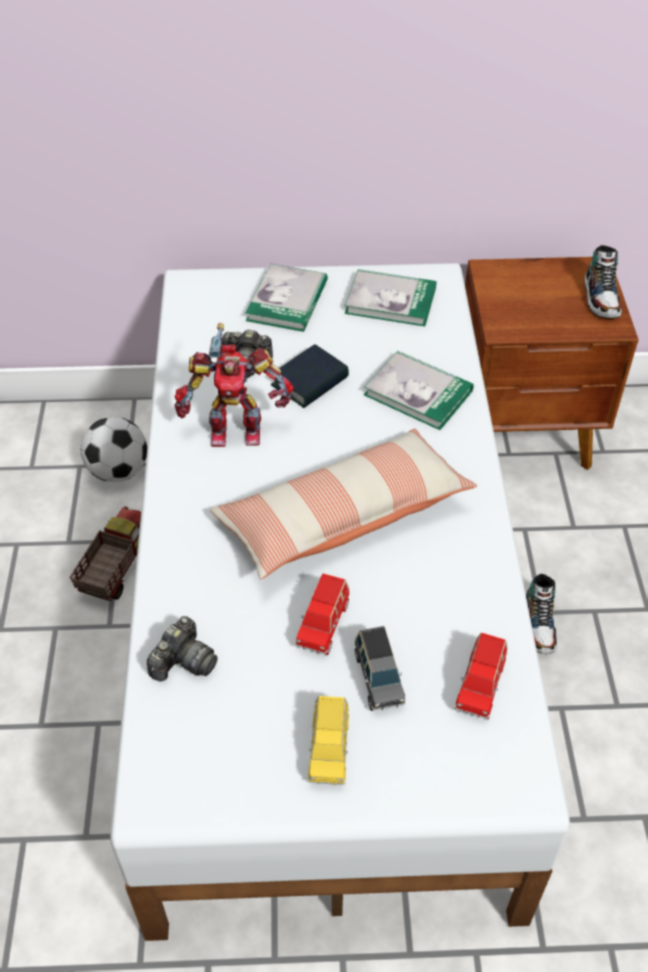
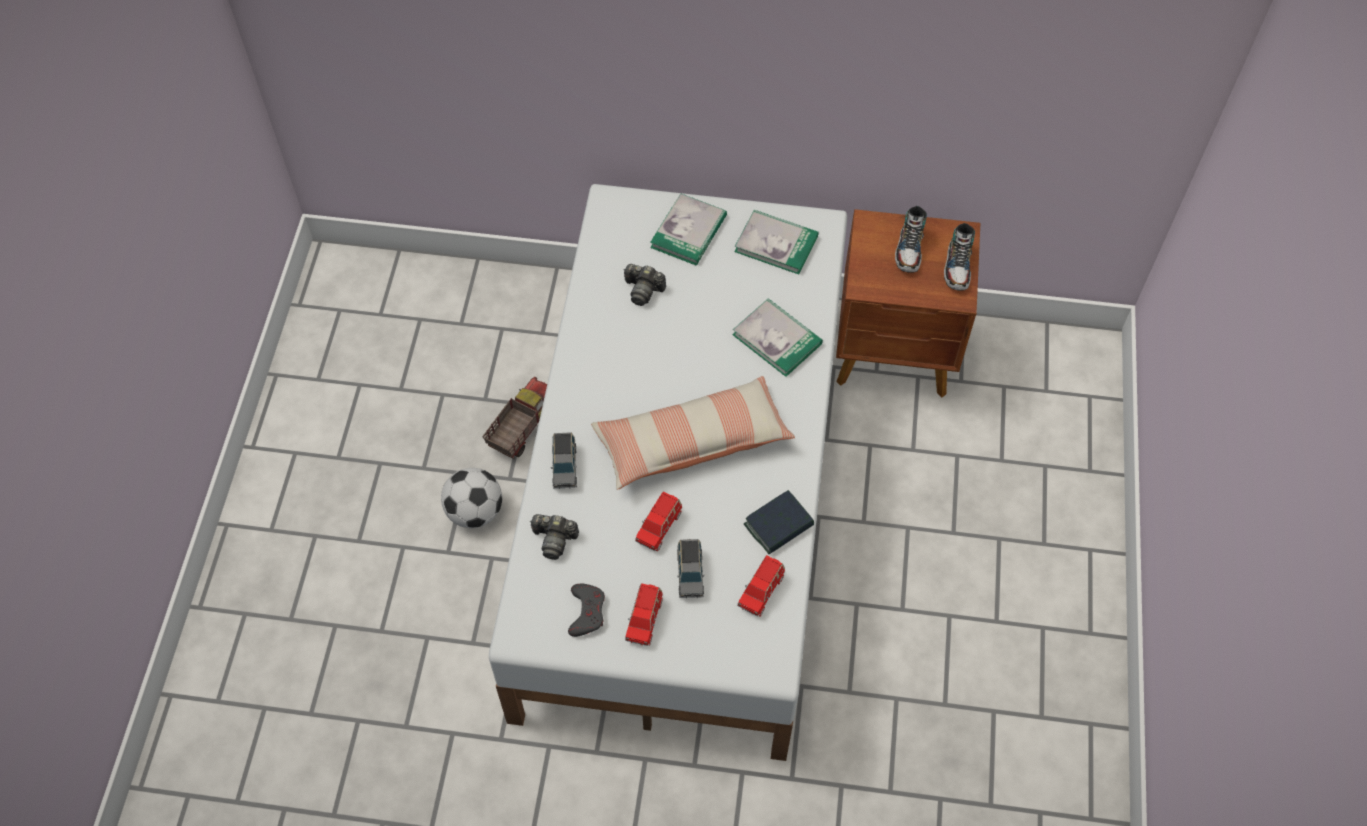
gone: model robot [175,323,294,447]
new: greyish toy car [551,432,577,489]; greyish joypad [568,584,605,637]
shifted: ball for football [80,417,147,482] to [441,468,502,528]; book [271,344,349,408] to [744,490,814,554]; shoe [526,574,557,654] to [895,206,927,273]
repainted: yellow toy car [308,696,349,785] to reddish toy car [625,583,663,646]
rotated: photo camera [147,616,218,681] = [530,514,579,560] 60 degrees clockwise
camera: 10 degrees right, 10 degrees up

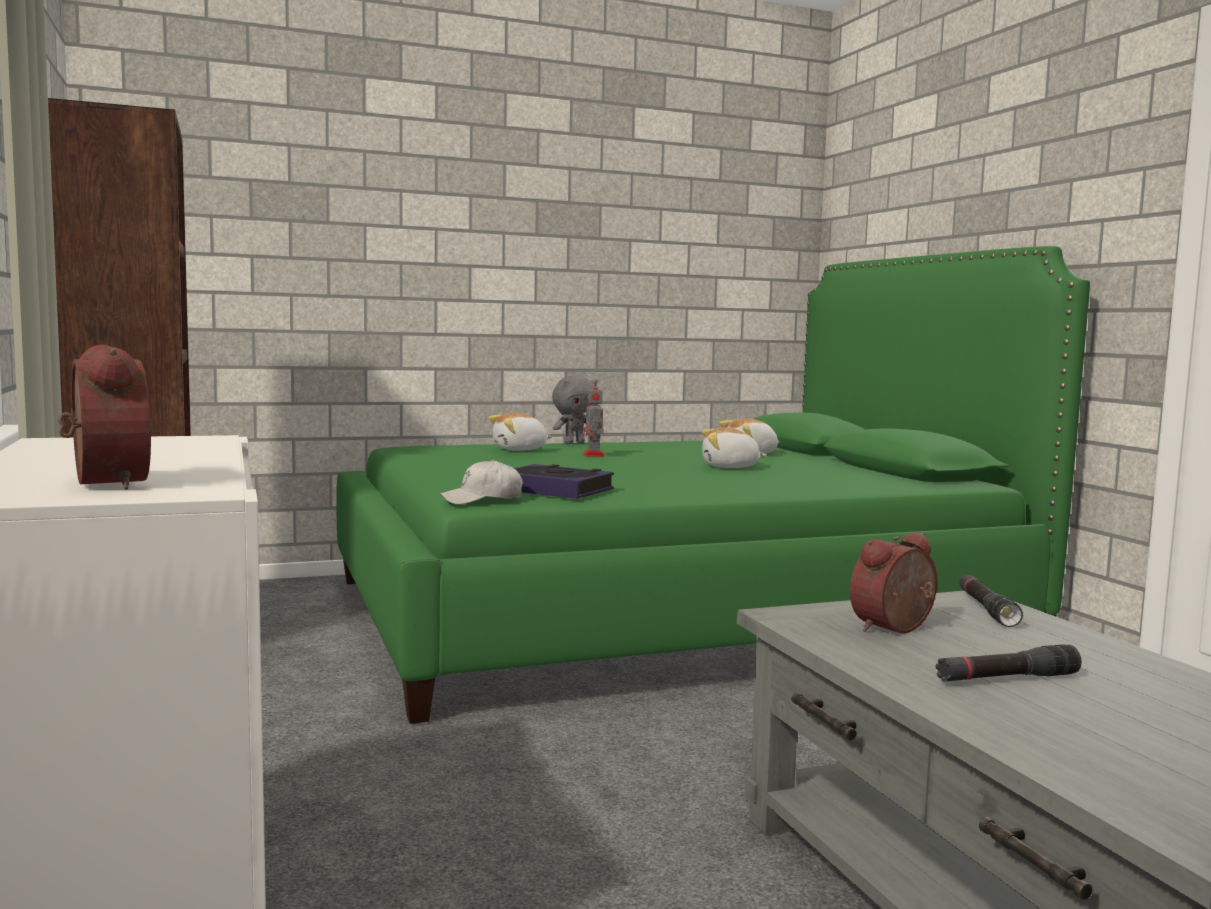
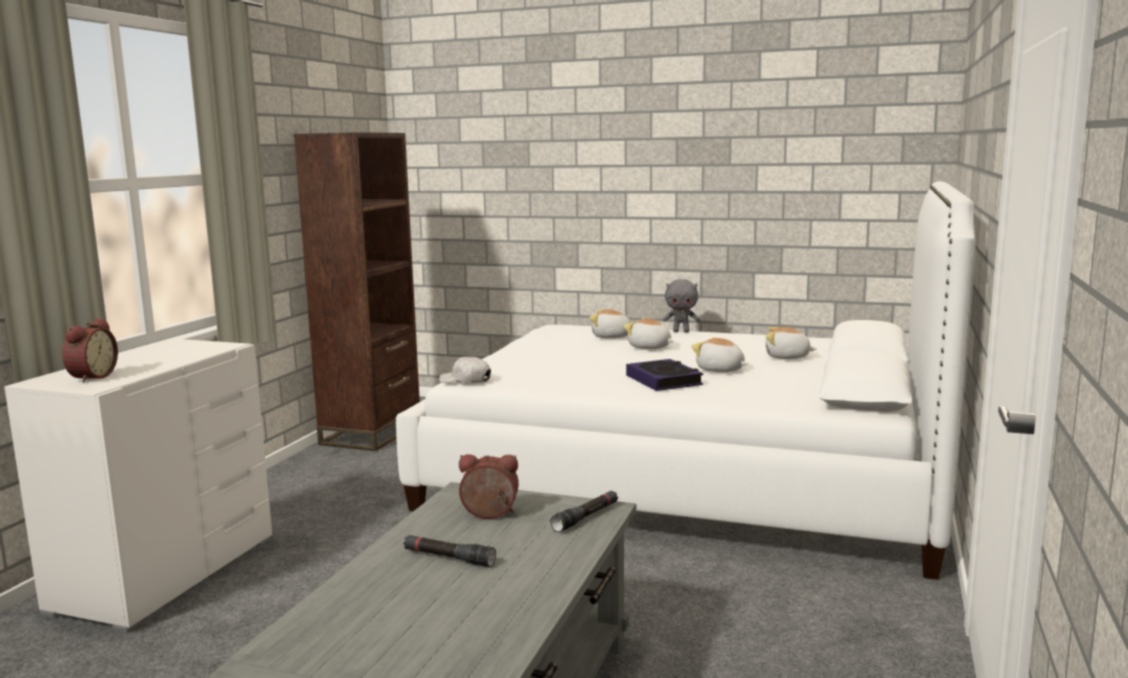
shifted: book [514,464,614,499] to [626,359,703,391]
swapped: model robot [583,380,605,457] to cuddly toy [624,318,674,349]
repainted: greenish bedroom bed [337,246,1090,724] to white bedroom bed [396,181,976,580]
camera: 40 degrees right, 5 degrees up

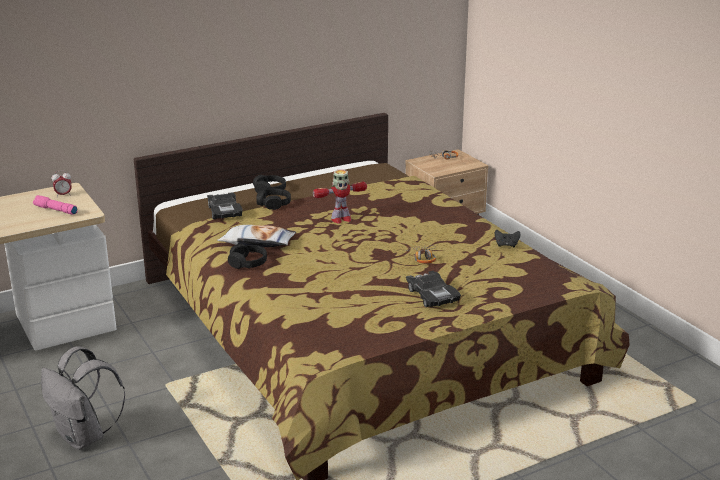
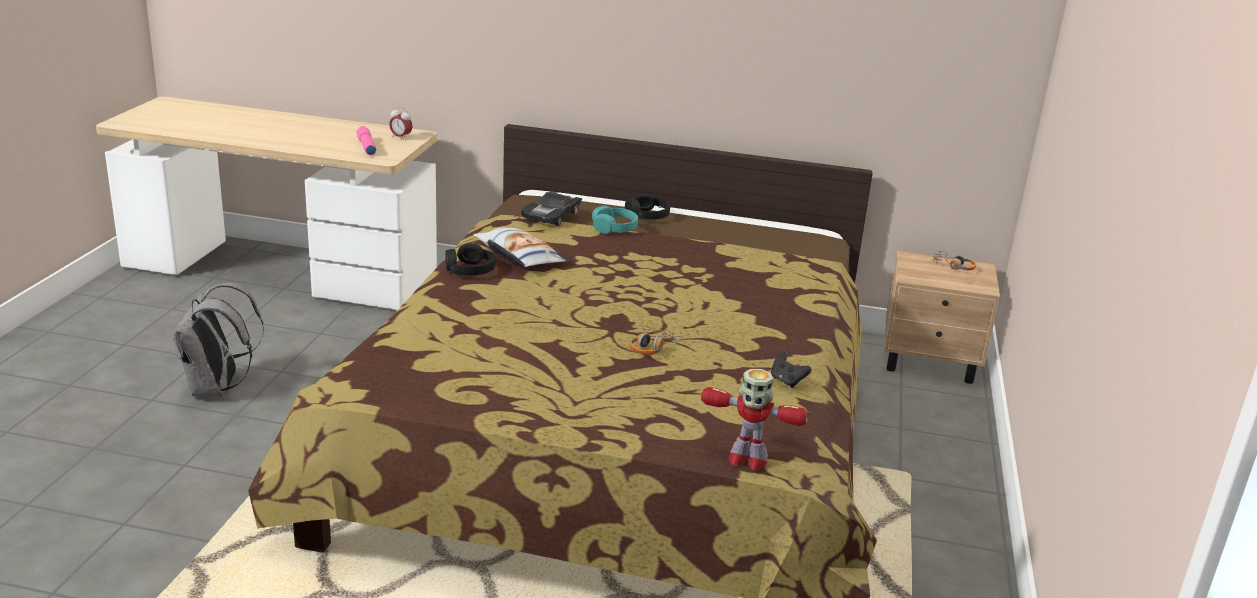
gone: black-coloured toy car [406,271,461,307]
shifted: model robot [313,170,367,224] to [701,369,808,470]
repainted: black-coloured headphones [256,189,291,210] to turquoise-coloured headphones [592,205,638,234]
camera: 40 degrees right, 0 degrees up

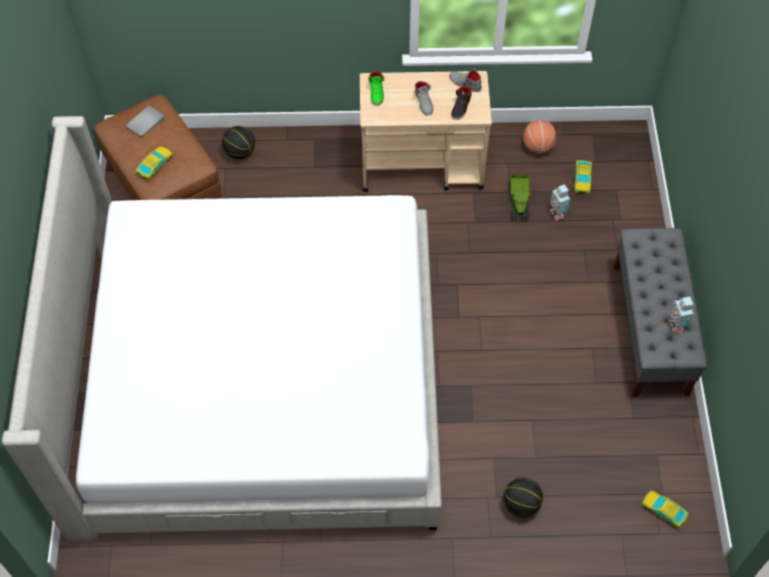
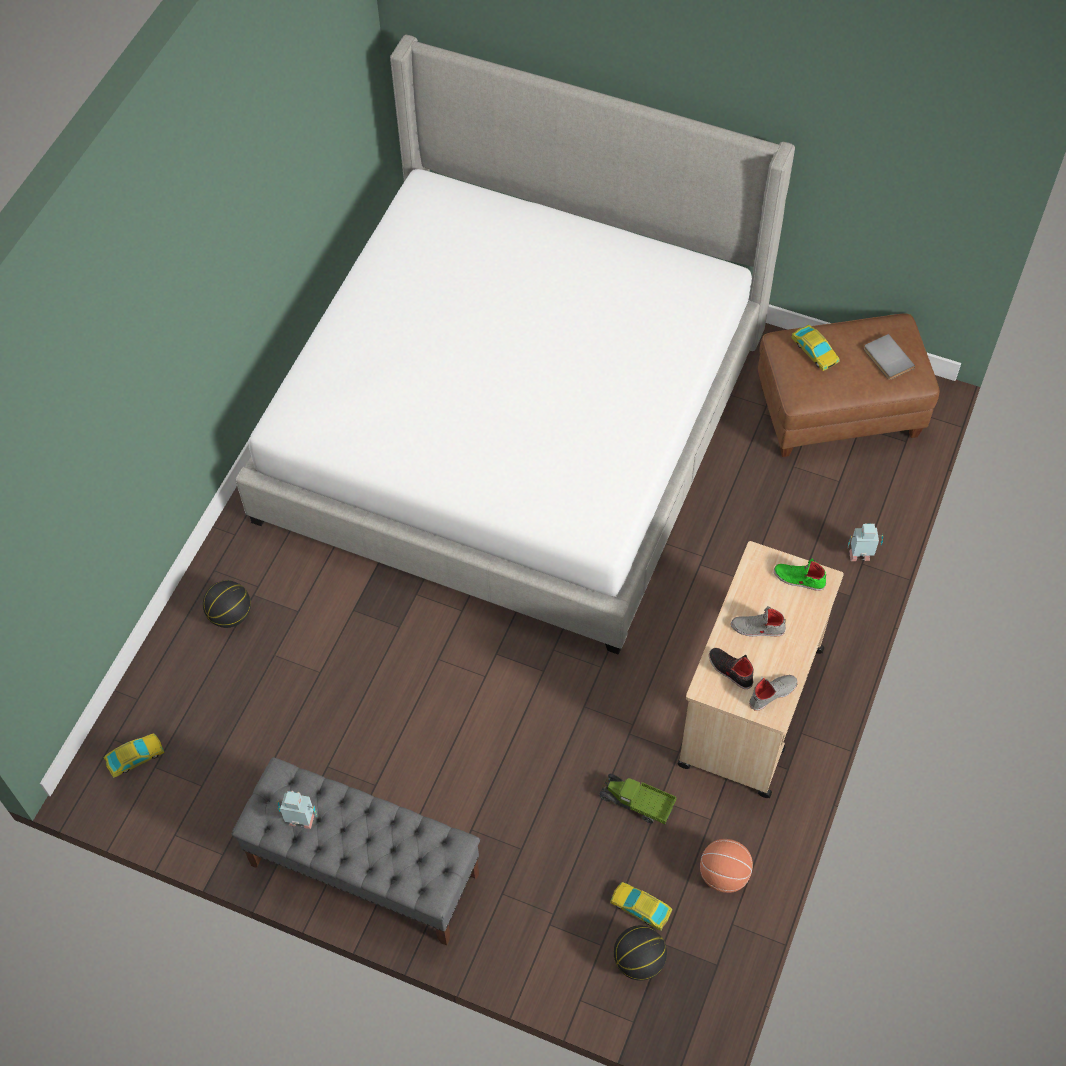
shifted: ball for basketball [222,126,255,159] to [614,925,667,981]; model robot [549,184,570,221] to [848,523,883,561]
camera: 115 degrees right, 0 degrees up

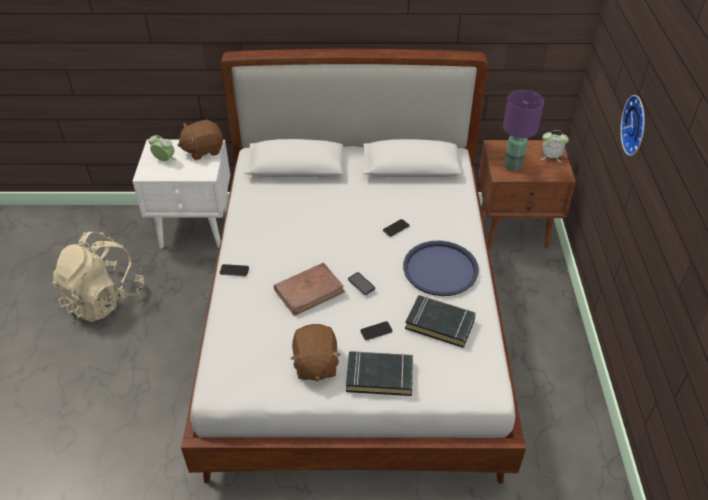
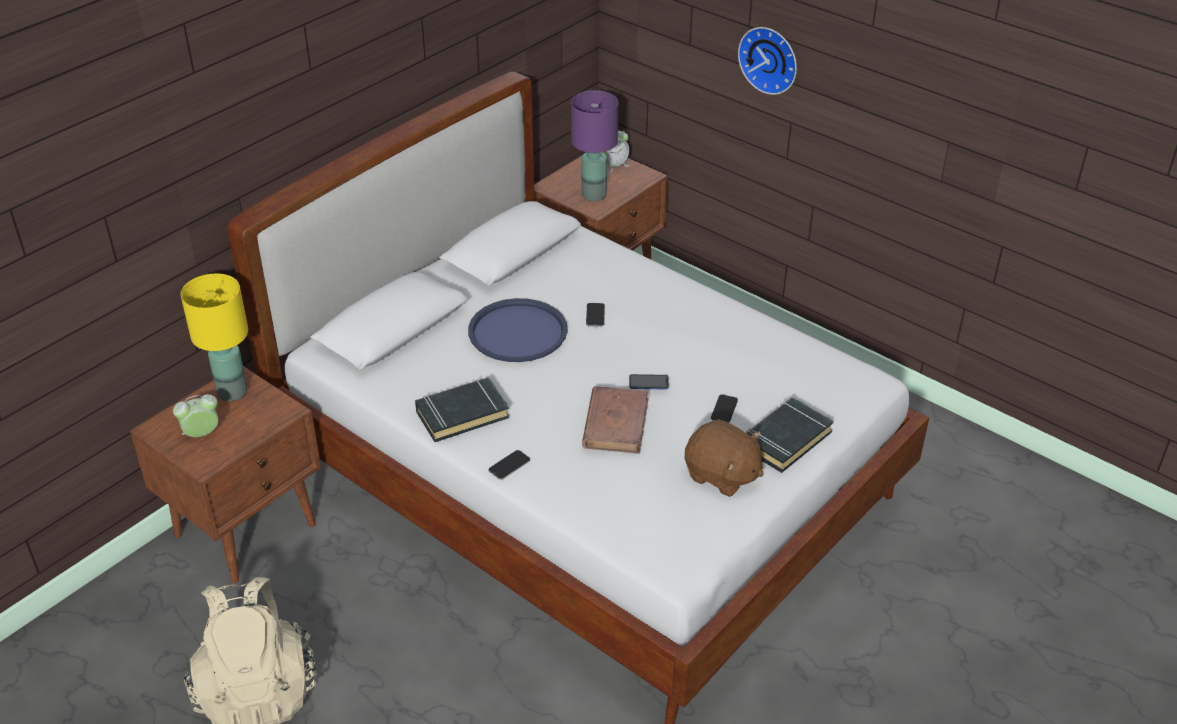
shifted: blue-coloured serving tray [403,241,479,296] to [468,298,568,362]; black-coloured book [405,295,476,348] to [415,377,510,442]
swapped: brownish cuddly toy [177,120,223,160] to yellow tabletop lamp [181,274,248,401]
repainted: white night table [132,140,230,248] to brownish night table [130,366,321,583]
camera: 50 degrees left, 5 degrees down

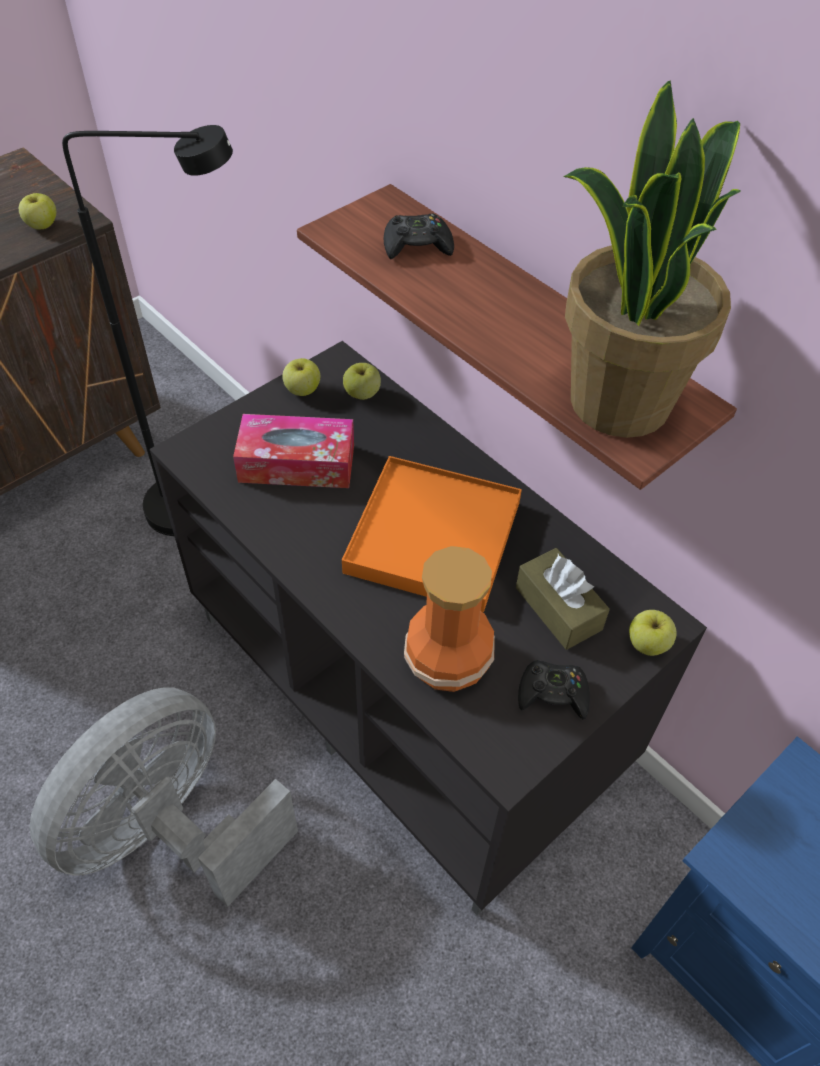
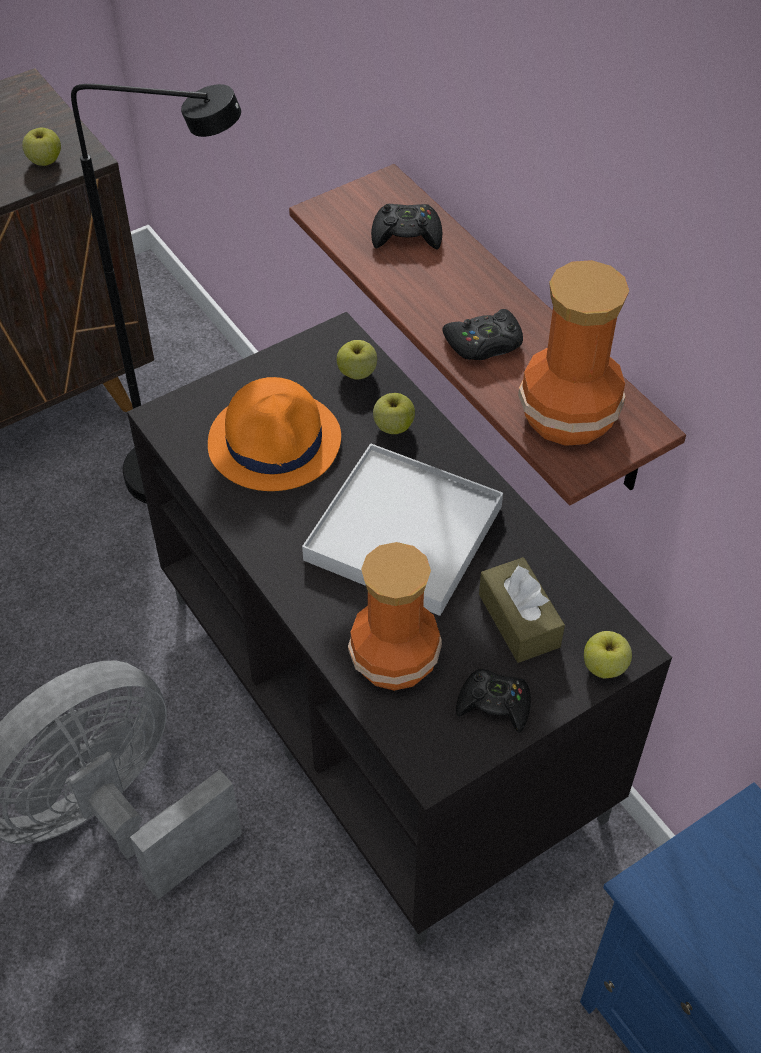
new: black-coloured joypad [442,309,523,360]
shifted: whole apple [282,358,320,396] to [373,393,415,434]
swapped: box of tissues [233,414,354,488] to orange clothing hat [208,377,341,491]; plant in a pot [564,80,741,438] to decorative vase [518,260,629,446]
repainted: orange serving tray [342,456,522,612] to white serving tray [302,444,503,616]
camera: 10 degrees right, 0 degrees up

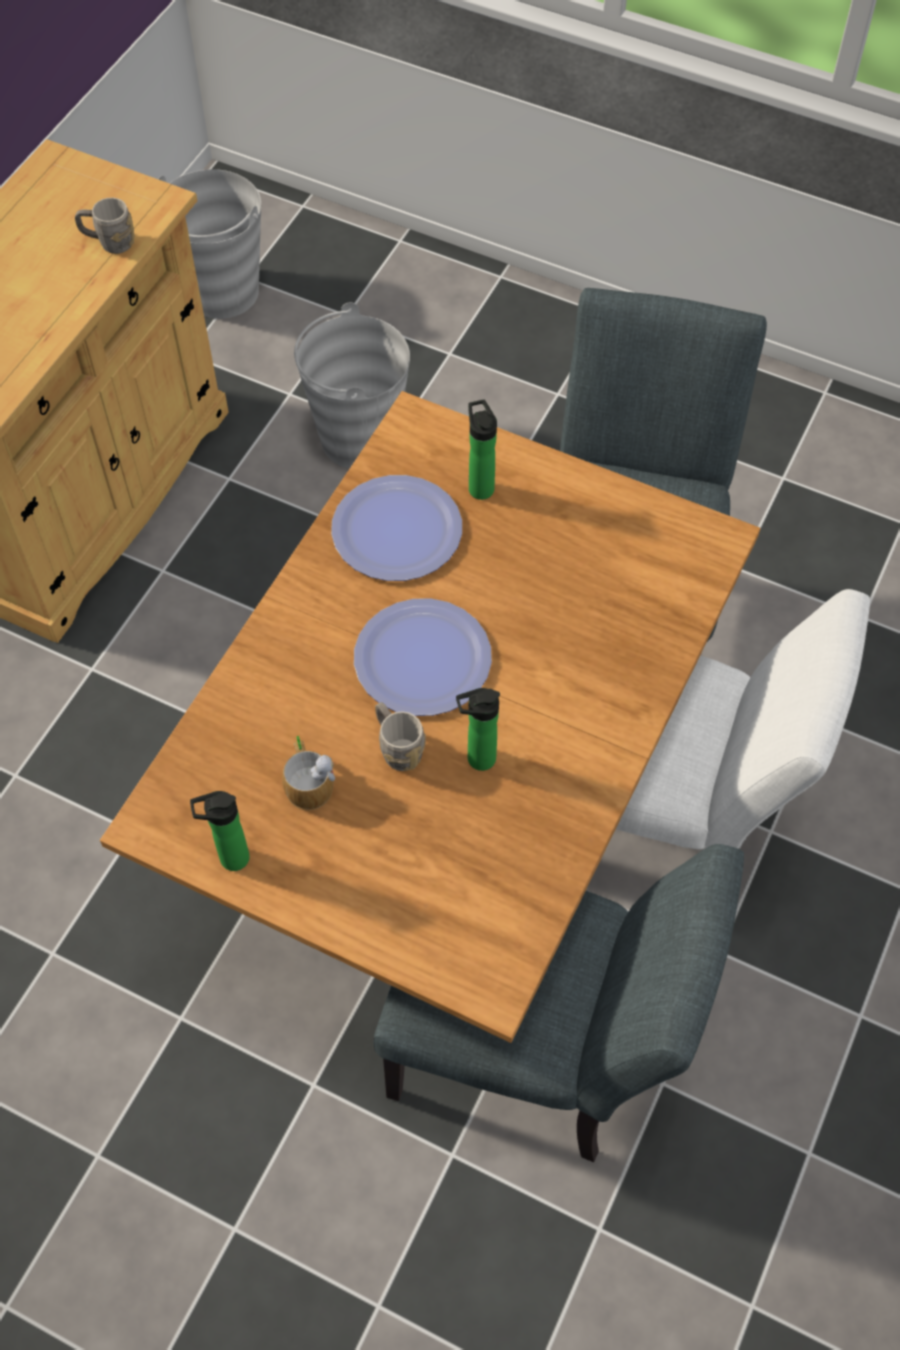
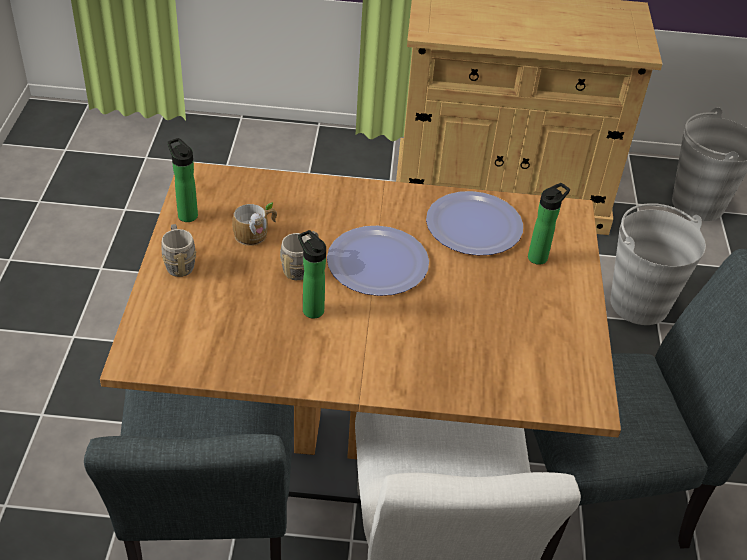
shifted: greyish tea mug [75,198,134,254] to [162,224,196,277]
camera: 65 degrees right, 15 degrees down

